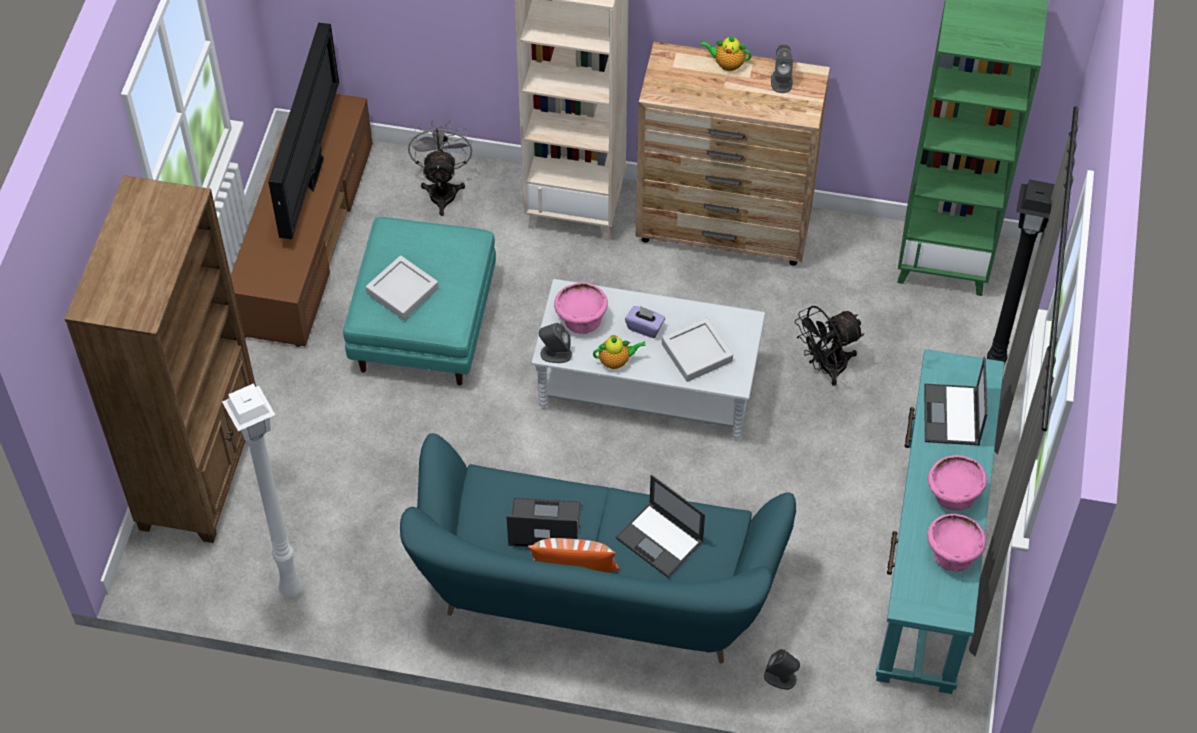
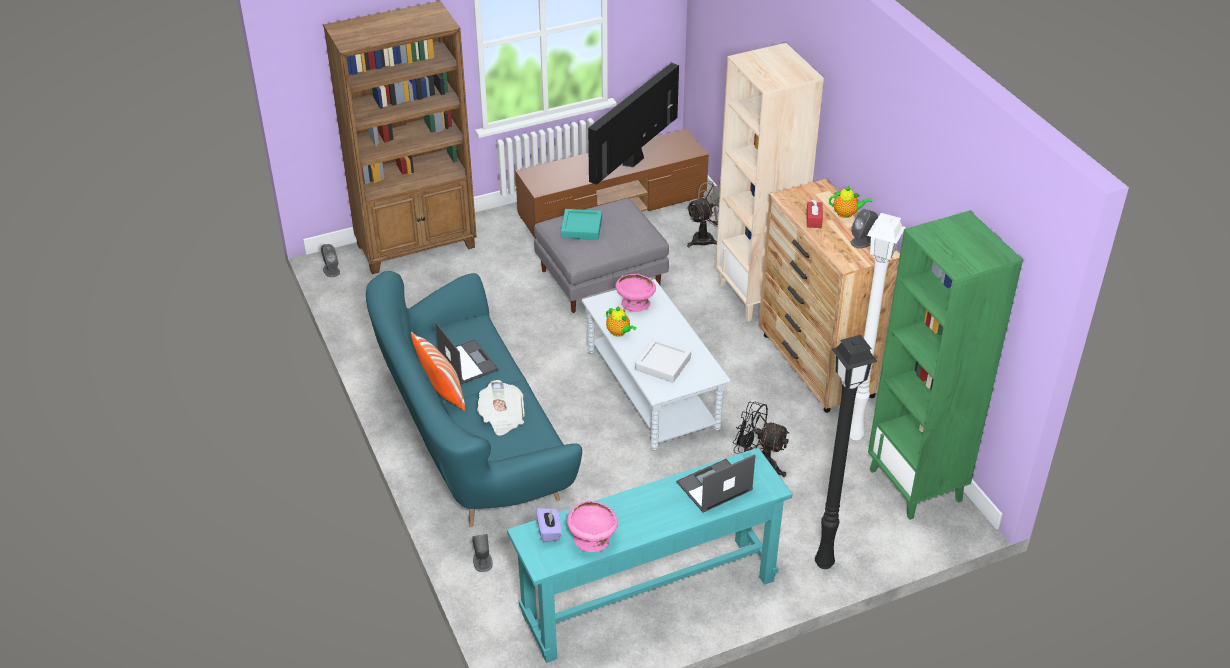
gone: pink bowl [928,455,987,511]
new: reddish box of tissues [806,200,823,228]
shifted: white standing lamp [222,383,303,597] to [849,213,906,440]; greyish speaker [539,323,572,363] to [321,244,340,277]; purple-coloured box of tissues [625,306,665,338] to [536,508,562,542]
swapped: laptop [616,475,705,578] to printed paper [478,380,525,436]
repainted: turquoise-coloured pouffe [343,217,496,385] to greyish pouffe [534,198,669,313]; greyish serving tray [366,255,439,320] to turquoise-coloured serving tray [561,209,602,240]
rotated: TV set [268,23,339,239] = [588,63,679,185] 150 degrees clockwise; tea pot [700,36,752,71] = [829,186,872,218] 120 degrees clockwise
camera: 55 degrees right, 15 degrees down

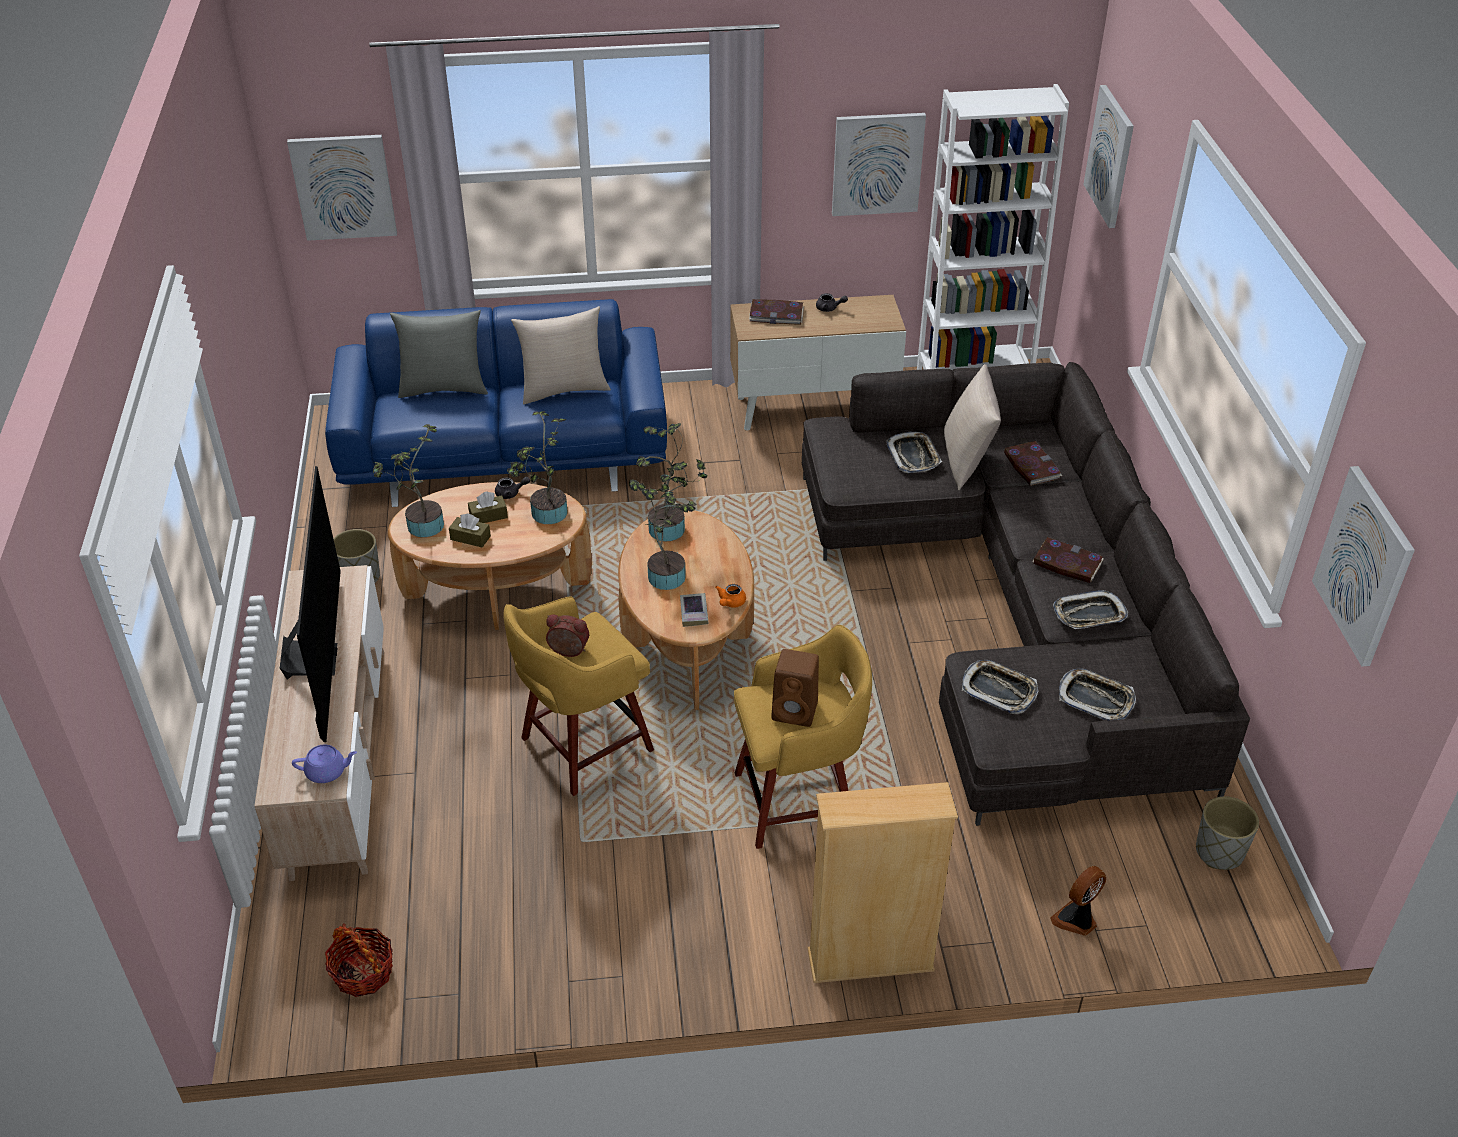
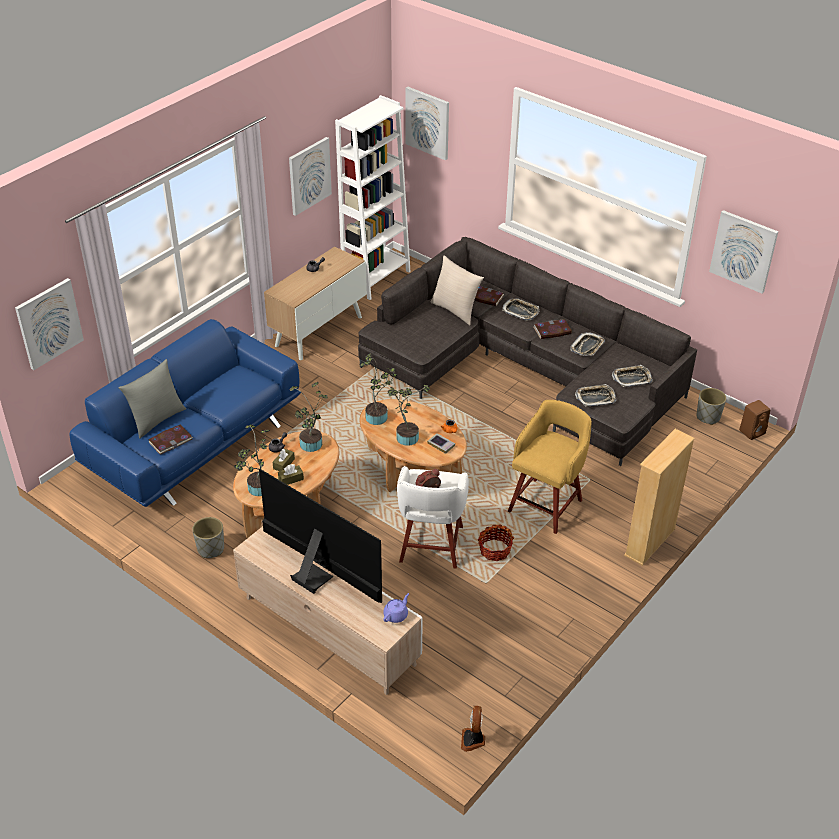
gone: sand-coloured throw pillow [511,306,611,404]
shifted: household basket [325,924,393,997] to [478,524,514,561]; book [749,299,804,325] to [148,424,193,455]; brownish speaker [772,649,819,727] to [739,400,770,440]; serving tray [886,432,942,473] to [502,298,539,321]; electric fan [1050,866,1106,936] to [461,706,485,752]
repainted: yellow stool [503,597,654,796] to white stool [397,466,469,569]
camera: 45 degrees left, 0 degrees up

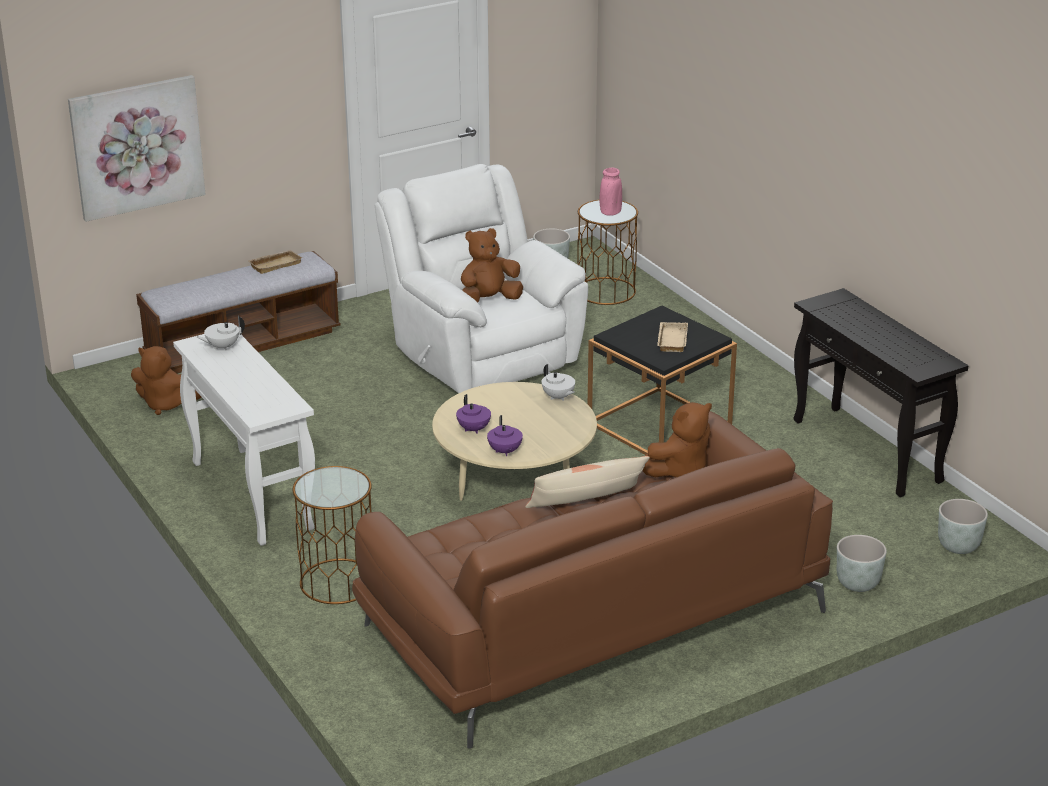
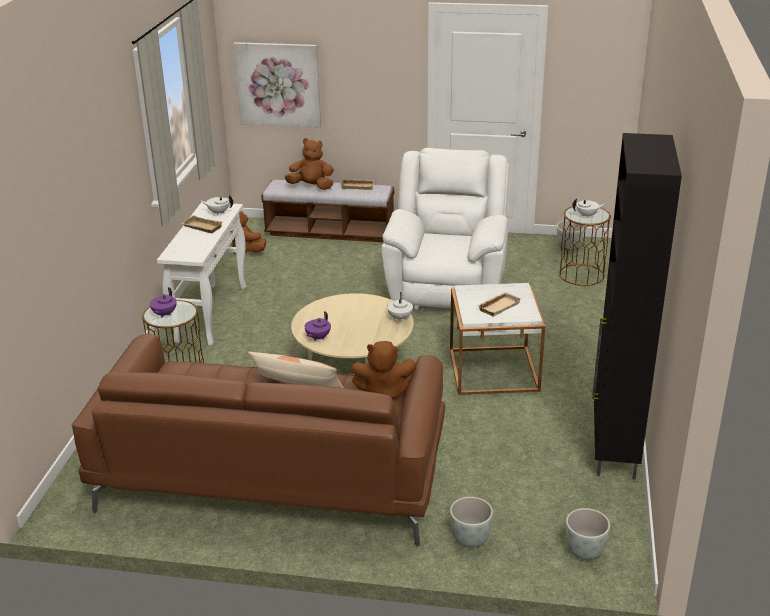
new: sand-coloured serving tray [181,215,223,233]
shifted: purple-coloured tea pot [456,394,491,434] to [150,287,177,318]; brownish cuddly toy [461,228,523,303] to [285,138,334,190]
swapped: pink decorative vase [600,168,622,216] to white tea pot [572,198,605,218]; black-coloured hall table [794,288,969,497] to black-coloured cupboard [592,133,682,480]
repainted: black-coloured end table [588,306,737,455] to white end table [450,283,545,395]
camera: 40 degrees right, 0 degrees up

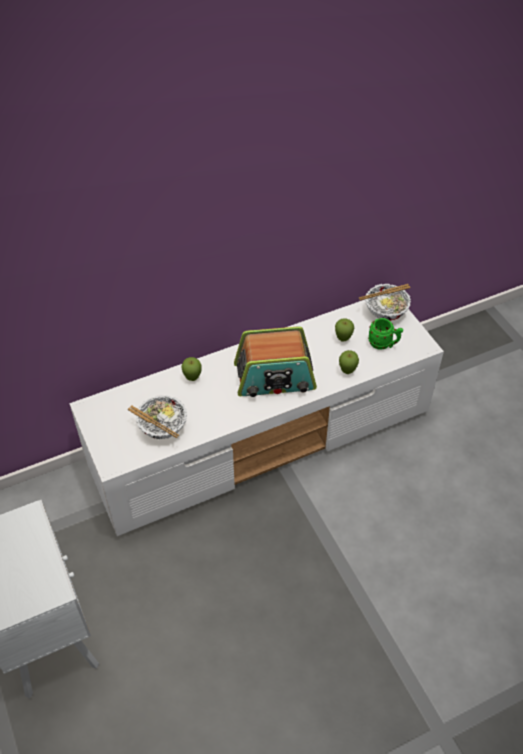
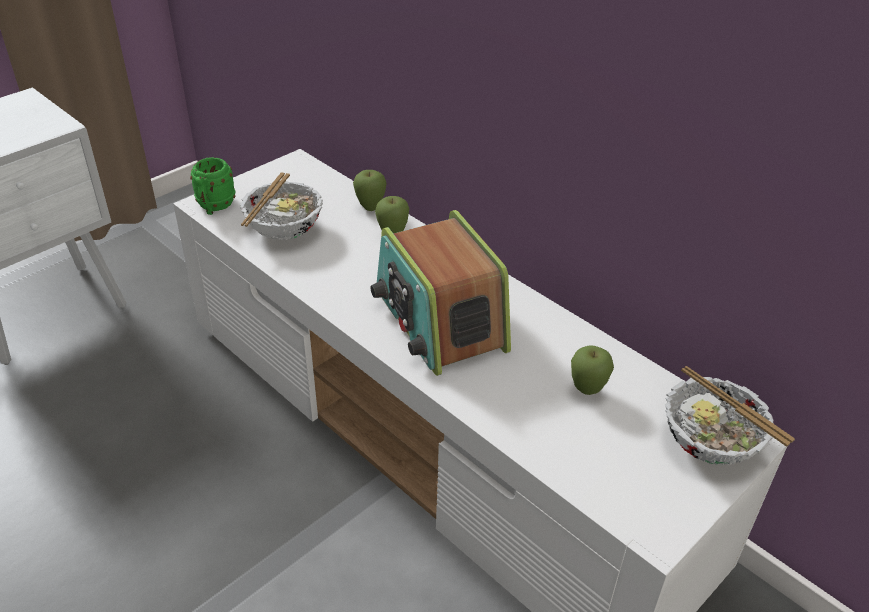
shifted: whole apple [339,350,359,374] to [353,170,387,211]; greenish tea mug [368,318,403,350] to [190,157,235,215]
camera: 70 degrees right, 10 degrees down

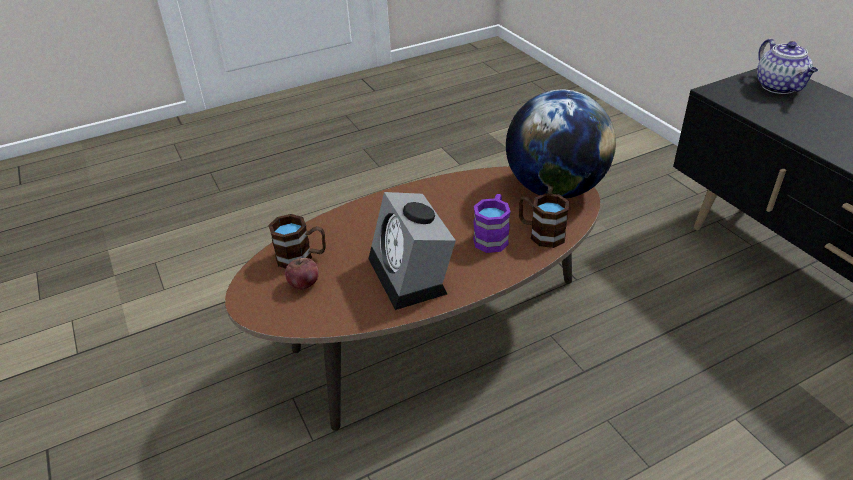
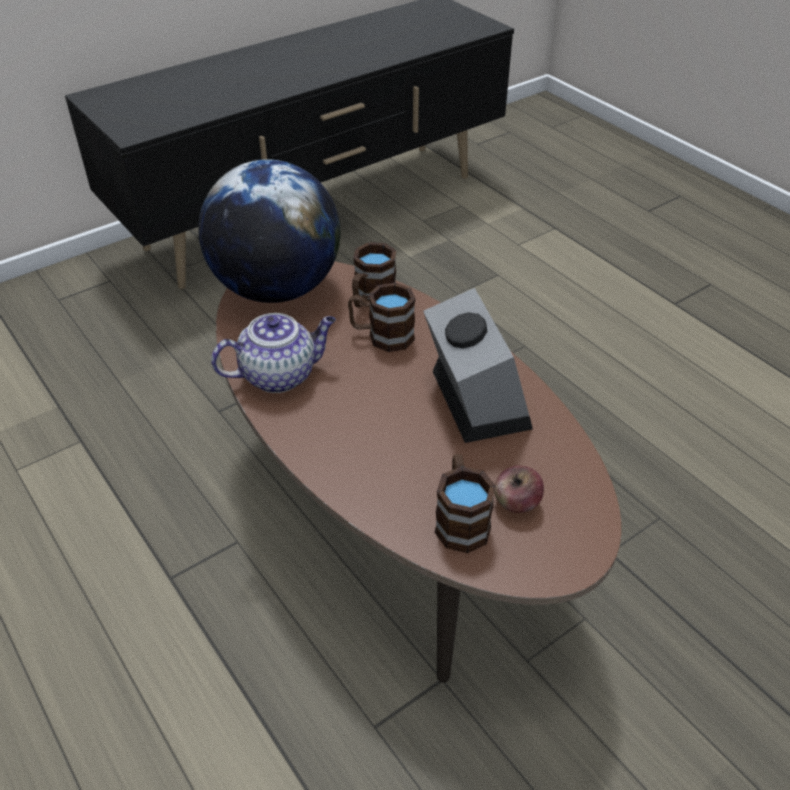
shifted: tea pot [757,39,818,94] to [211,313,336,393]
repainted: purple-coloured tea mug [473,194,511,253] to brownish tea mug [348,283,415,352]
rotated: alarm clock [369,192,456,310] = [423,288,533,443] 75 degrees counterclockwise
camera: 100 degrees left, 5 degrees up

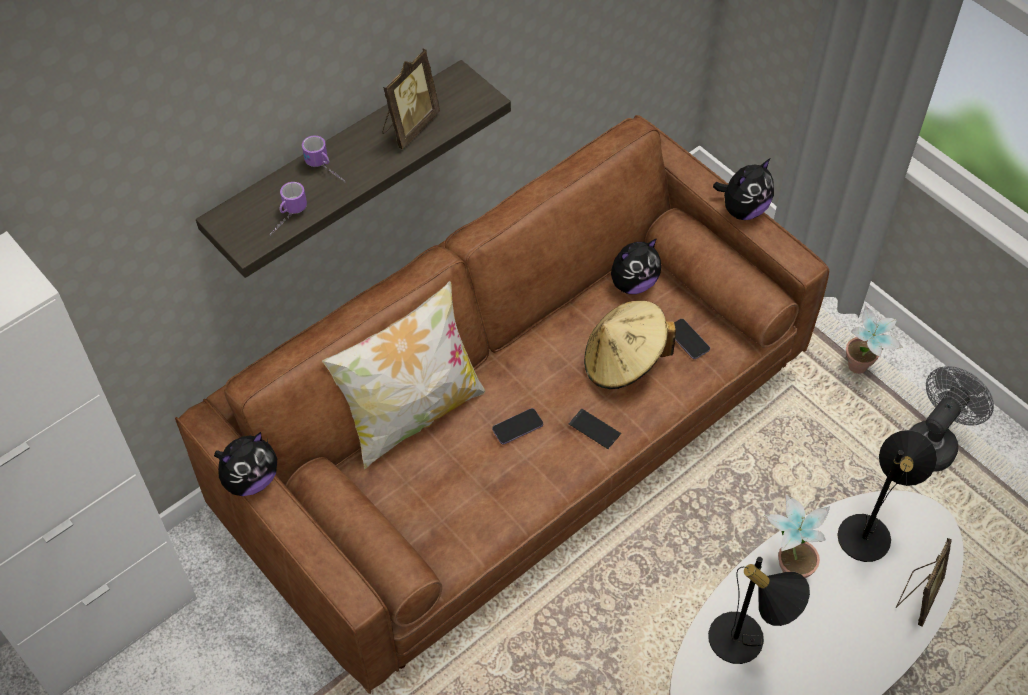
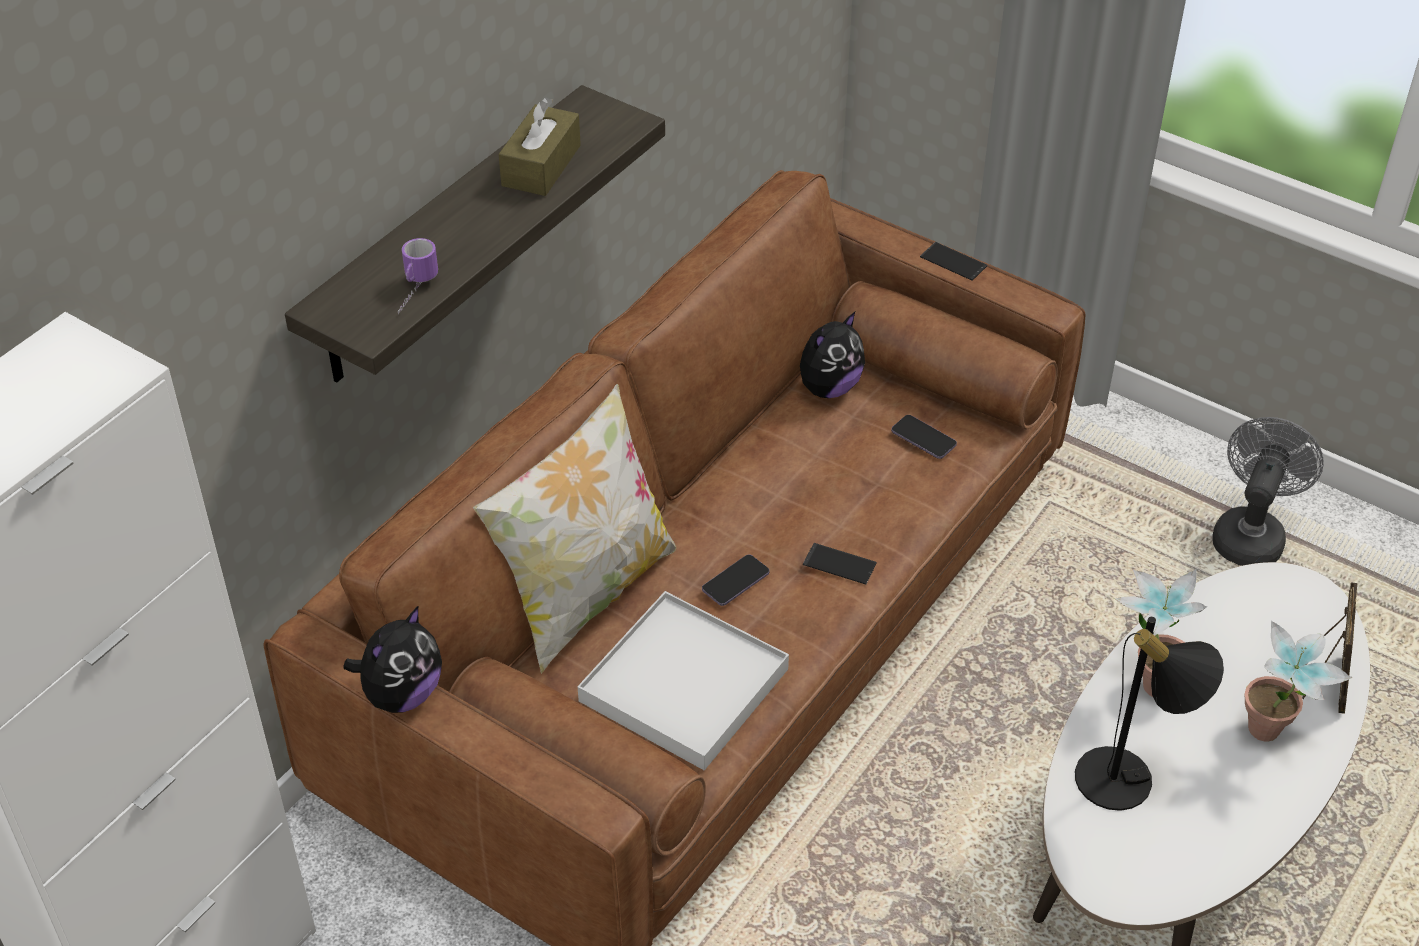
gone: tea mug [302,136,345,182]; sand-coloured clothing hat [584,301,676,389]; black-coloured tabletop lamp [837,430,937,562]
new: white serving tray [578,591,789,770]
shifted: plant in a pot [846,305,903,374] to [1245,621,1353,742]
swapped: standing frame [382,49,440,149] to brownish box of tissues [499,97,581,196]; cuddly toy [713,158,774,220] to telephone [920,242,987,281]
camera: 15 degrees left, 10 degrees down

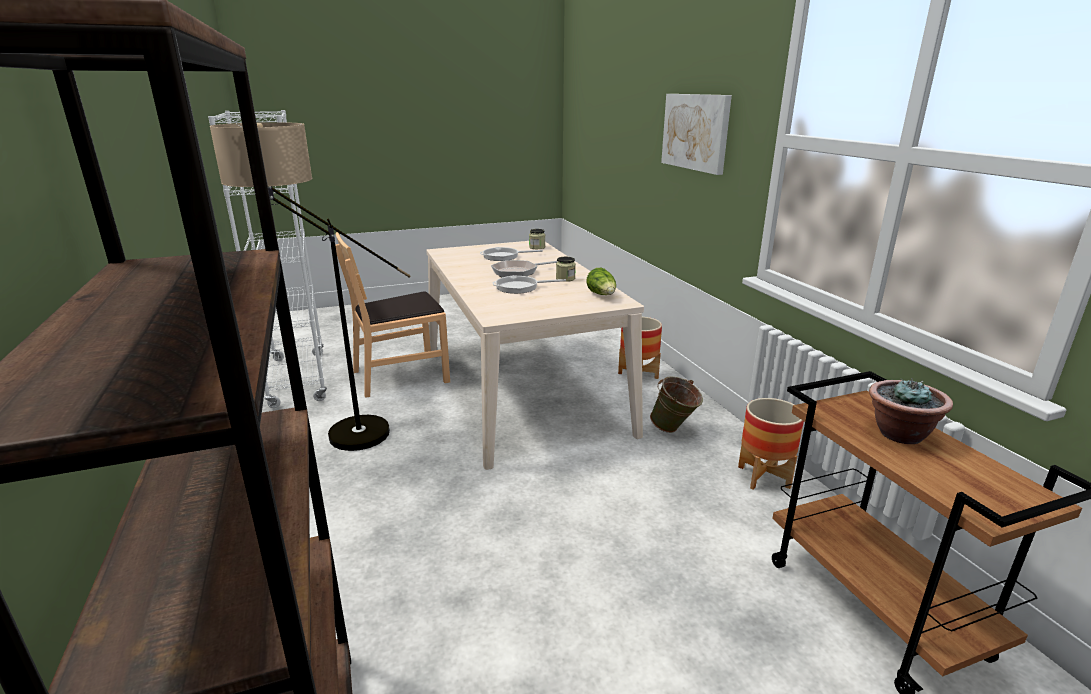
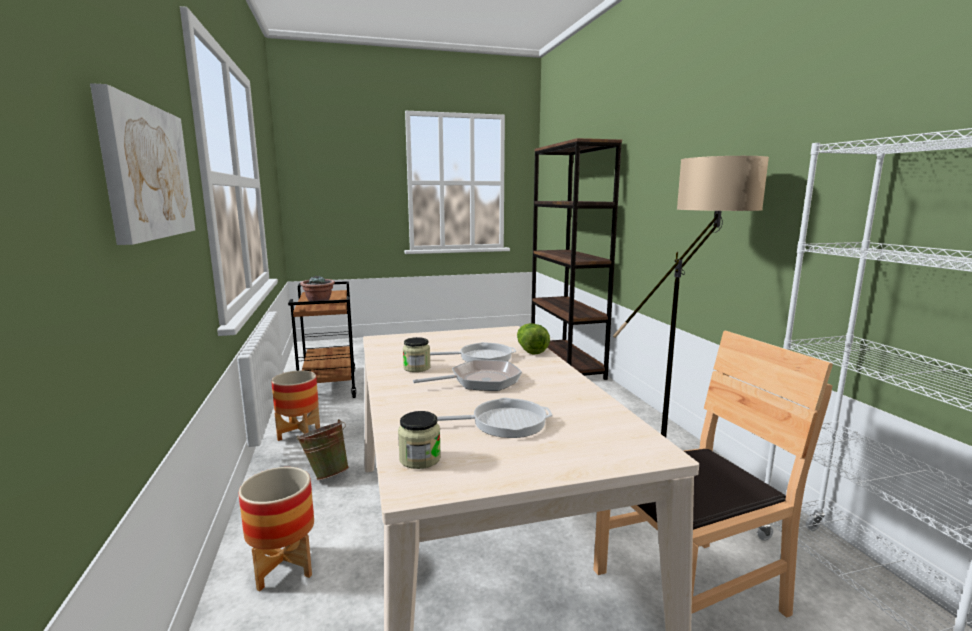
shifted: head of lettuce [586,268,616,295] to [517,323,550,355]
camera: 175 degrees left, 10 degrees down

